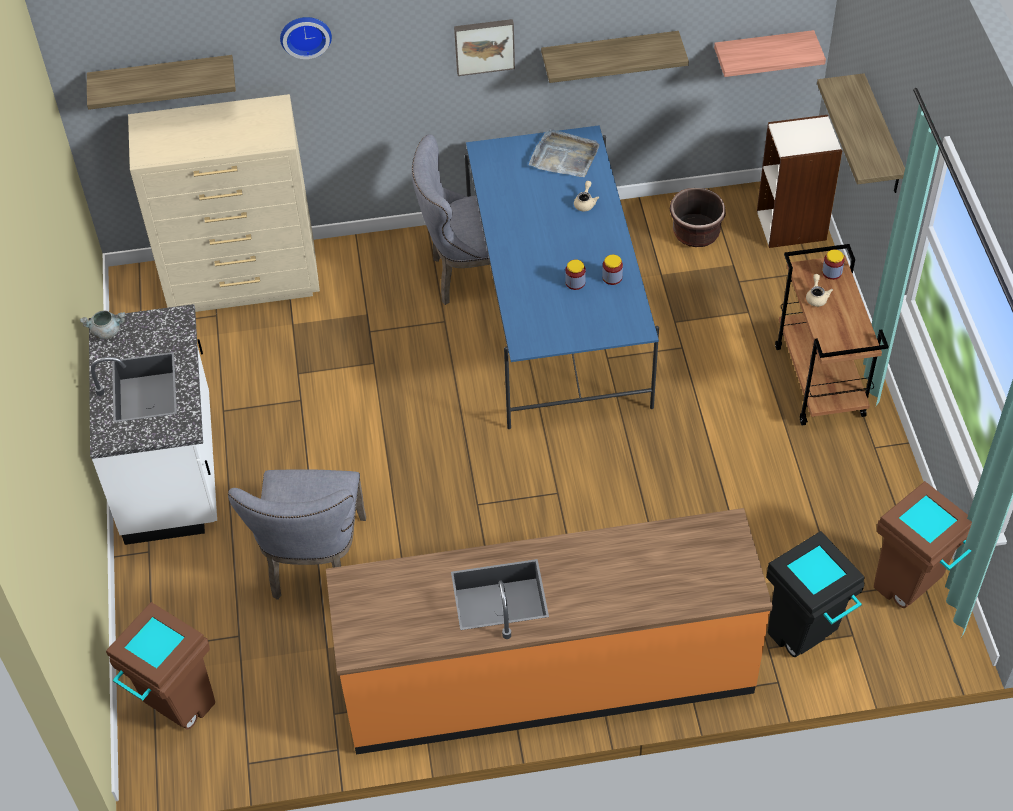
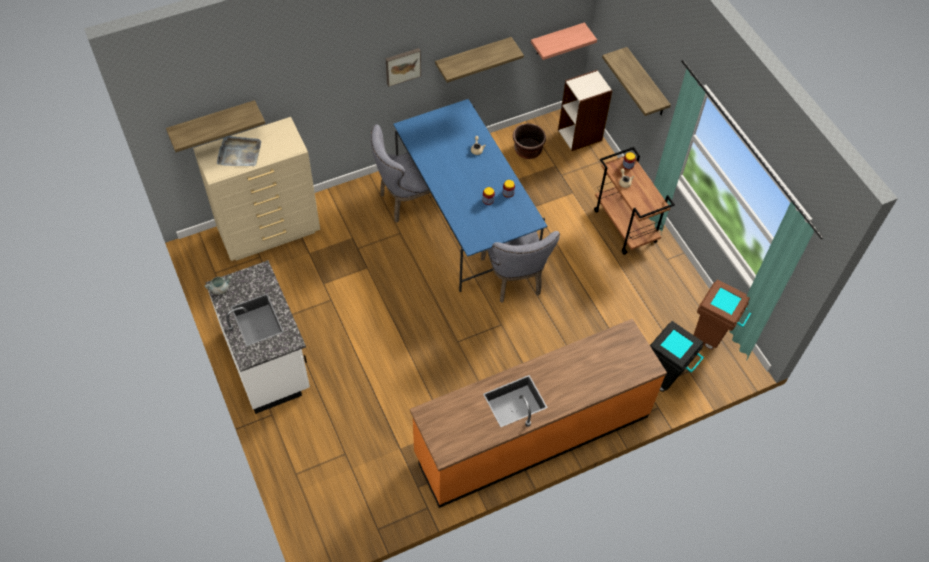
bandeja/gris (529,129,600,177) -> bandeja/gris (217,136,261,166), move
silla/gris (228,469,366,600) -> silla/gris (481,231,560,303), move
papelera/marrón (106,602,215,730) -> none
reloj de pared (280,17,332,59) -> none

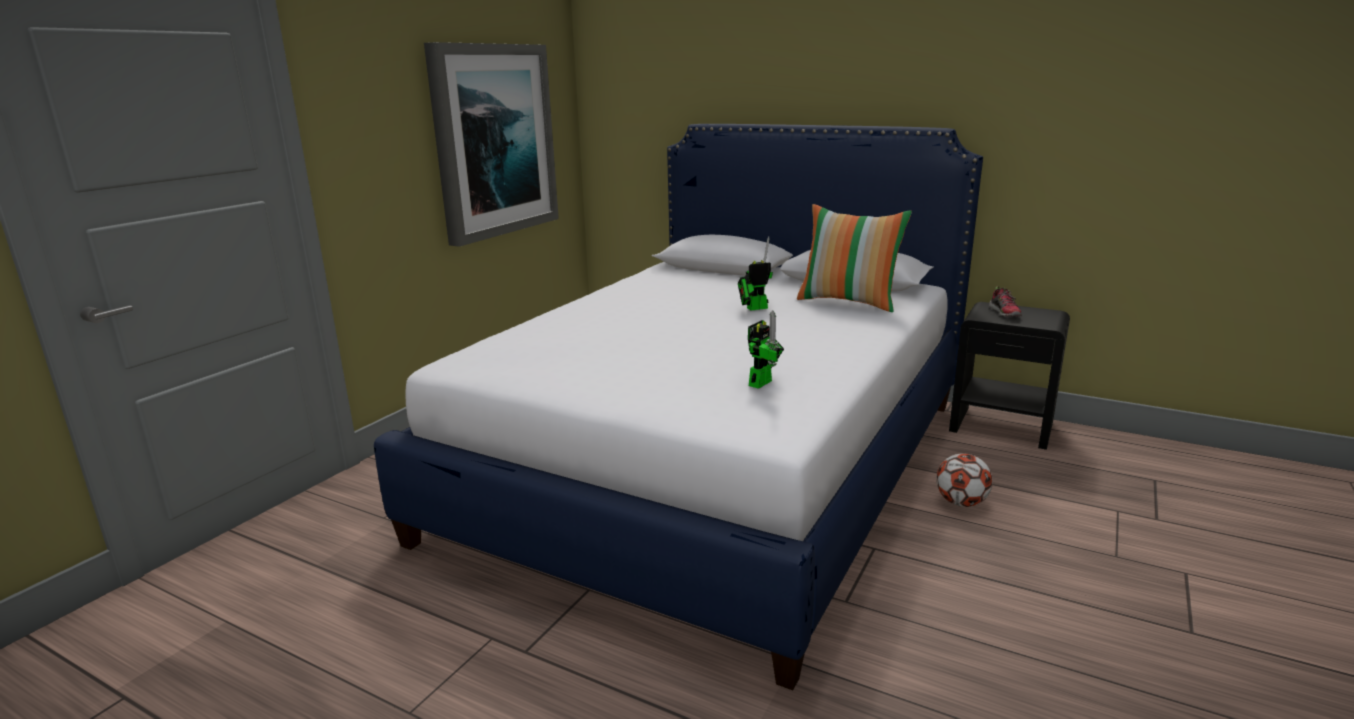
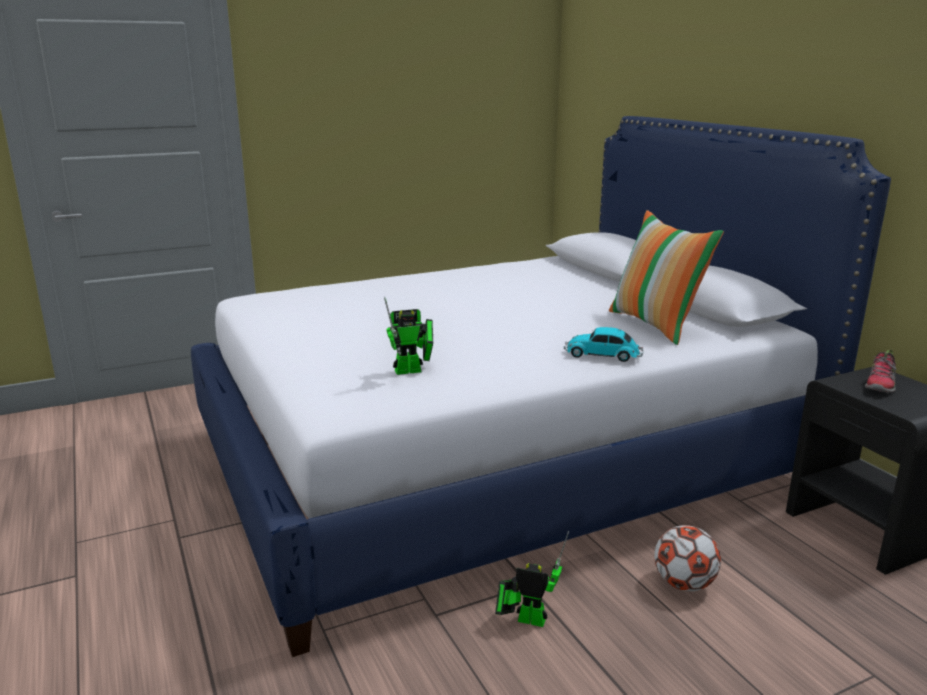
robot de juguete (738,236,773,311) -> robot de juguete (495,531,569,627), move
none -> coche de juguete (564,327,643,362)
cuadro (424,42,559,247) -> none

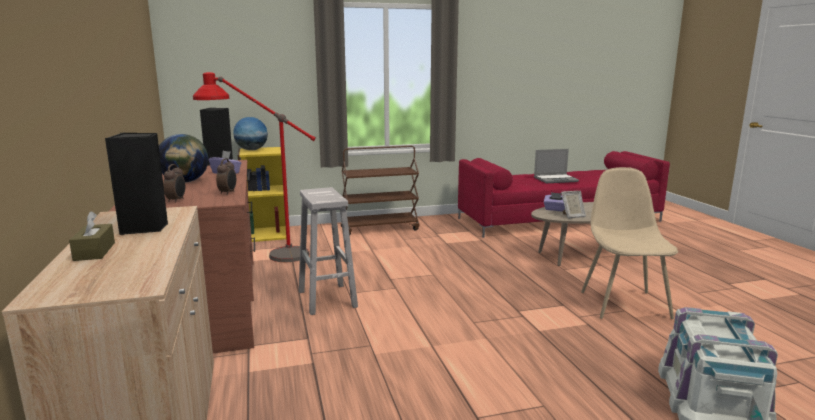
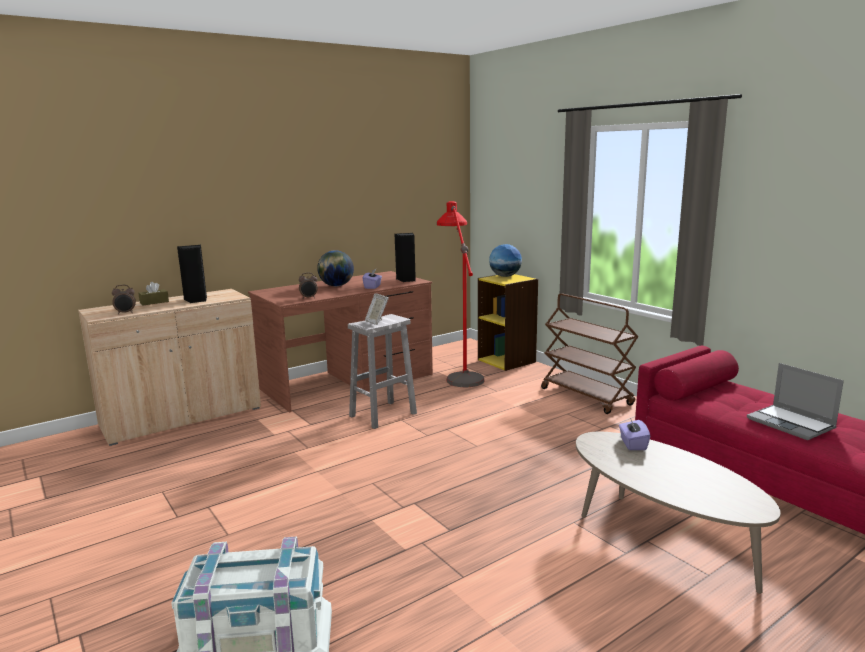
despertador (163,164,185,203) -> despertador (112,285,136,314), move
portarretratos (561,191,586,218) -> portarretratos (365,293,388,325), move
silla/beis (581,167,678,319) -> none

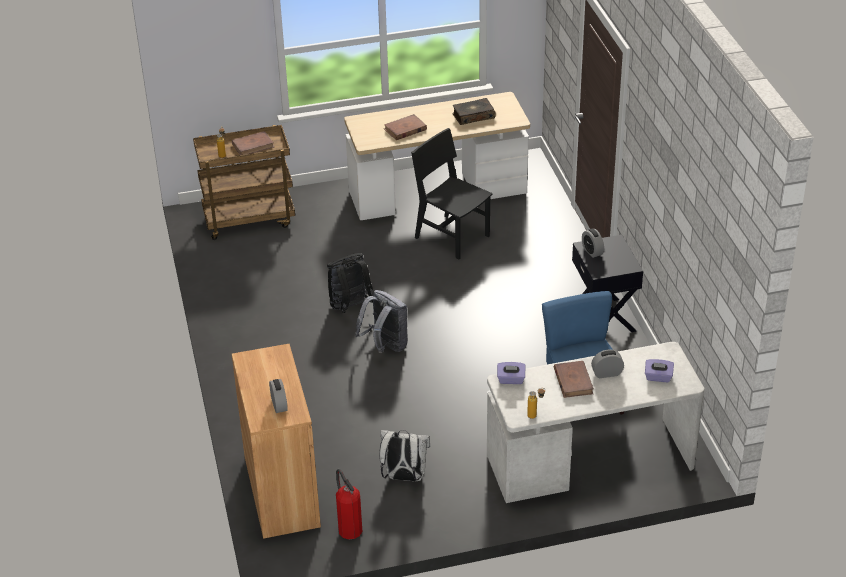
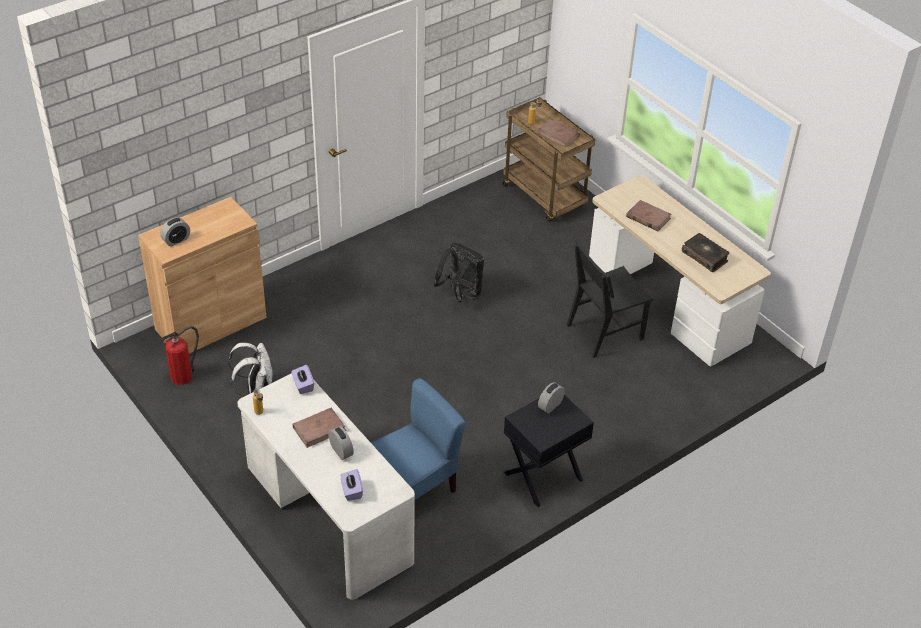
silla/negro (411,128,493,259) -> silla/negro (567,240,653,358), 135 degrees counterclockwise
mochila/gris (355,290,408,353) -> none

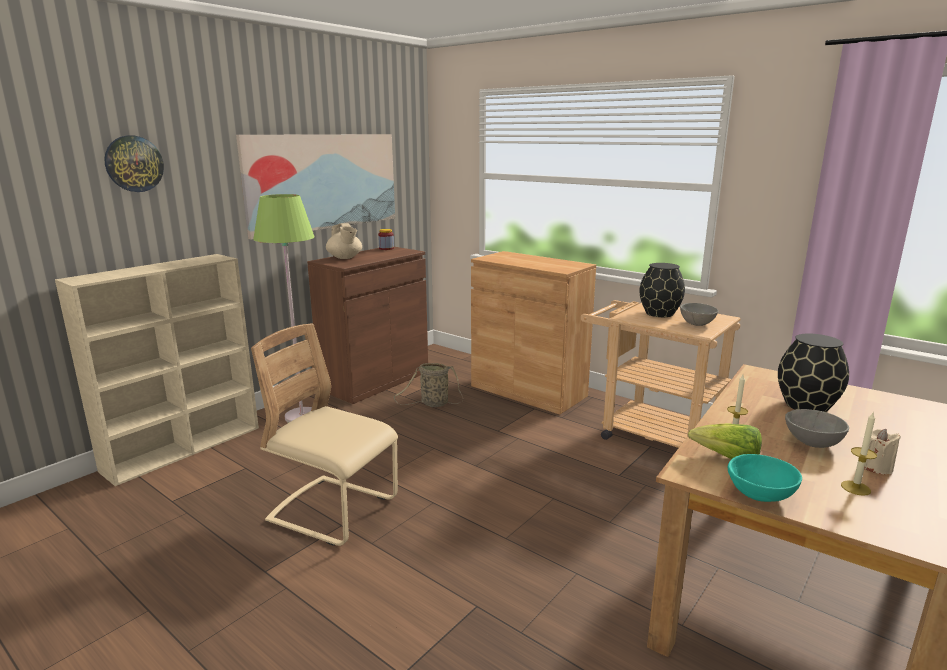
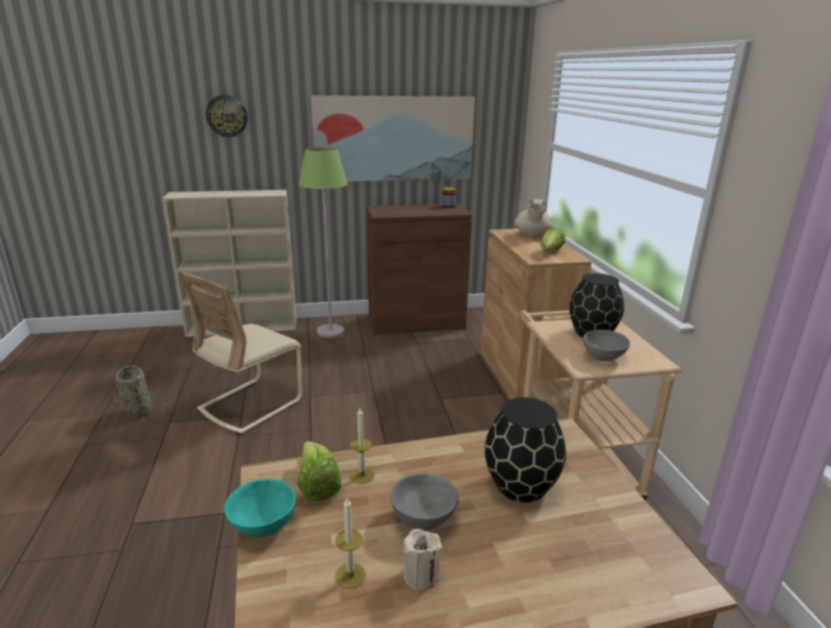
cesta (394,363,463,407) -> cesta (113,365,169,423), move
silla/beis (251,323,398,546) -> silla/beis (182,273,303,435), 120 degrees counterclockwise
tetera/beis (326,223,362,259) -> tetera/beis (515,199,553,237), move
none -> lechuga (541,227,566,251)

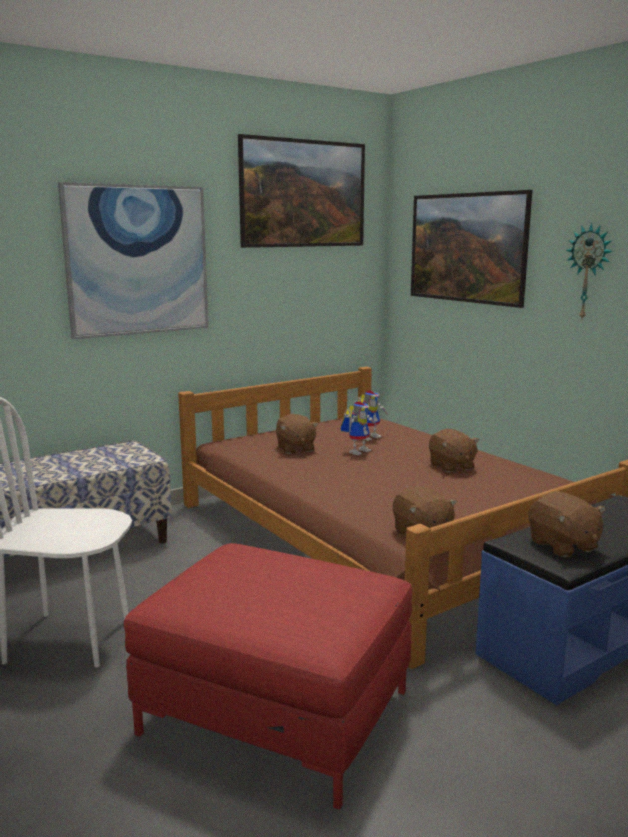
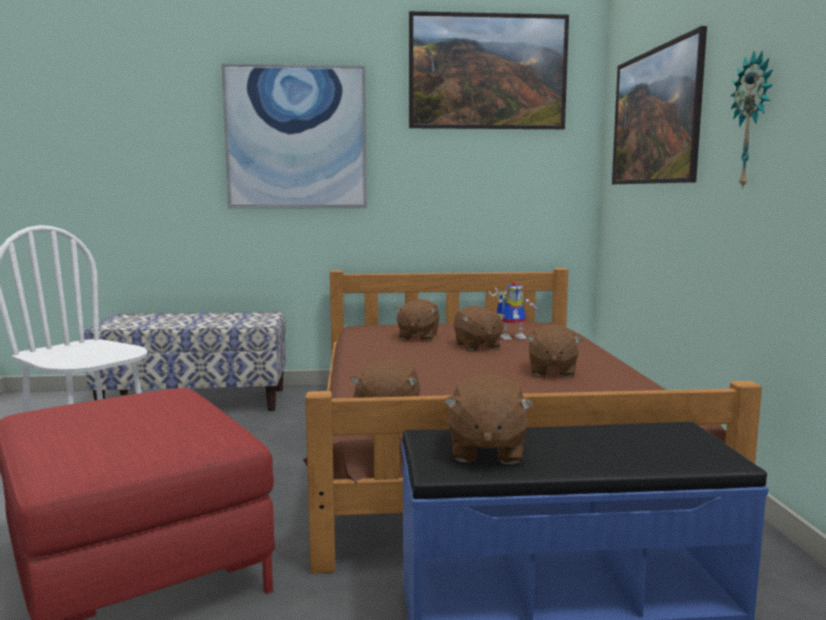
robot de juguete (341,401,376,455) -> peluche/marrón (454,306,505,351)

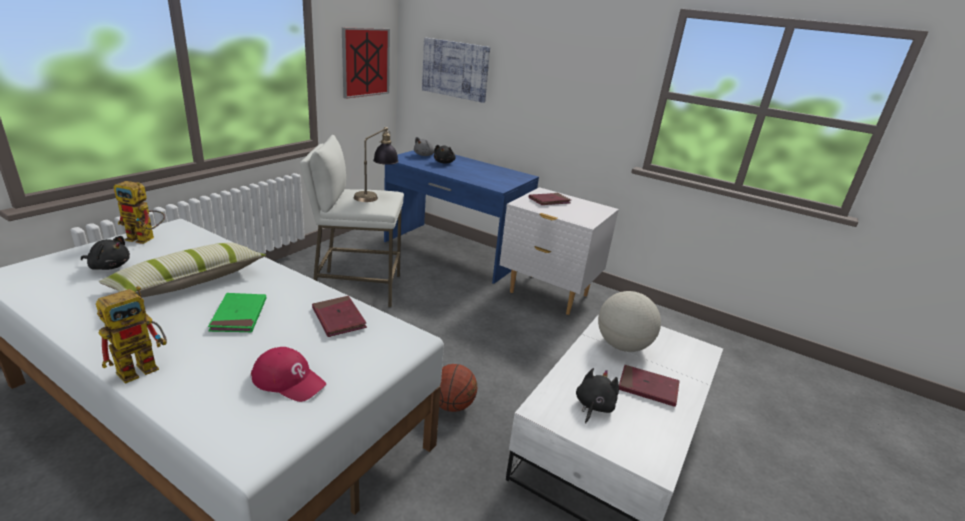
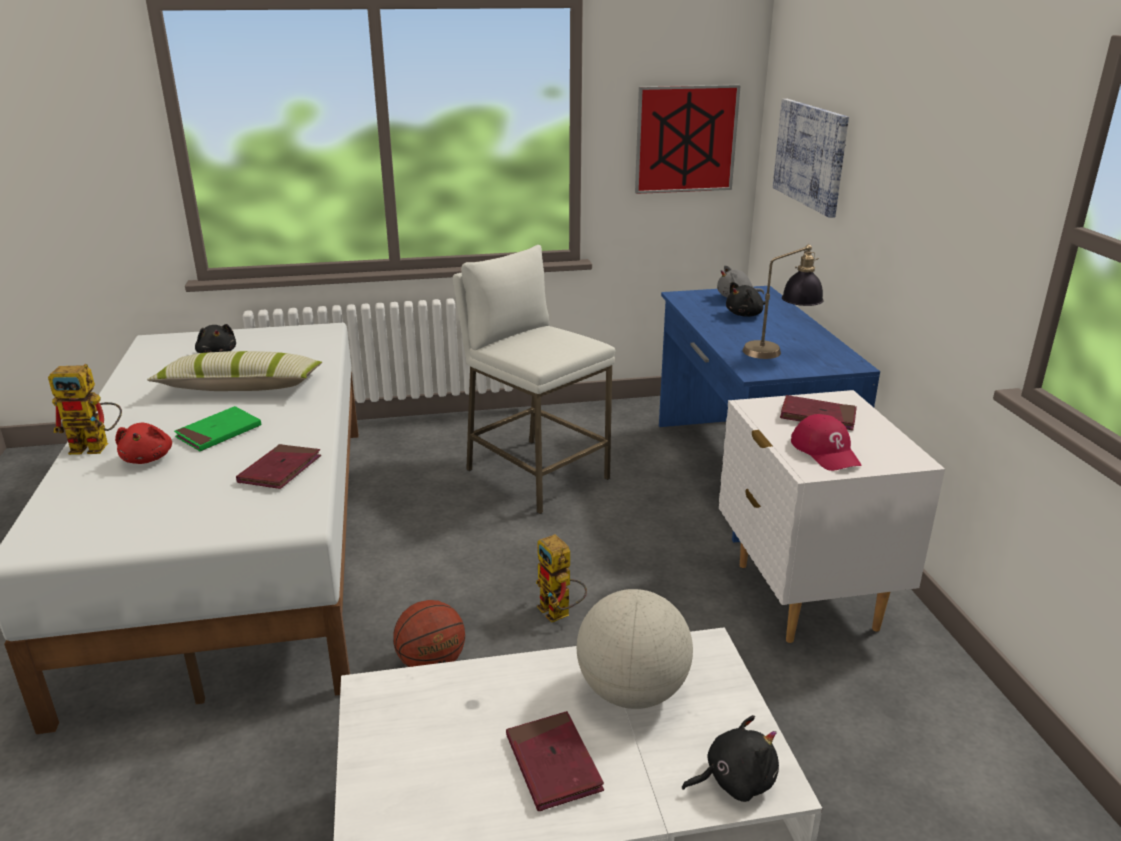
none -> peluche/rojo (115,423,172,464)
robot de juguete (114,181,165,244) -> robot de juguete (536,534,587,623), move
peluche/negro (576,368,619,424) -> peluche/negro (682,715,779,802), move
lámpara de mesa (354,126,399,202) -> lámpara de mesa (743,244,823,359), move
gorra/rojo (251,347,326,402) -> gorra/rojo (791,414,862,471), move

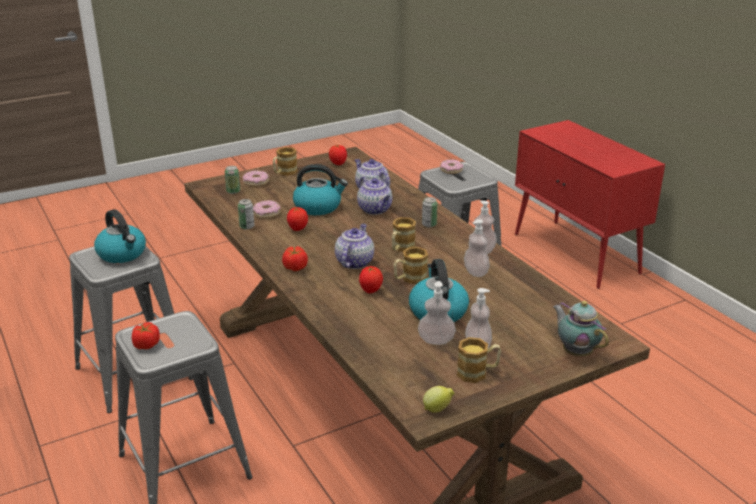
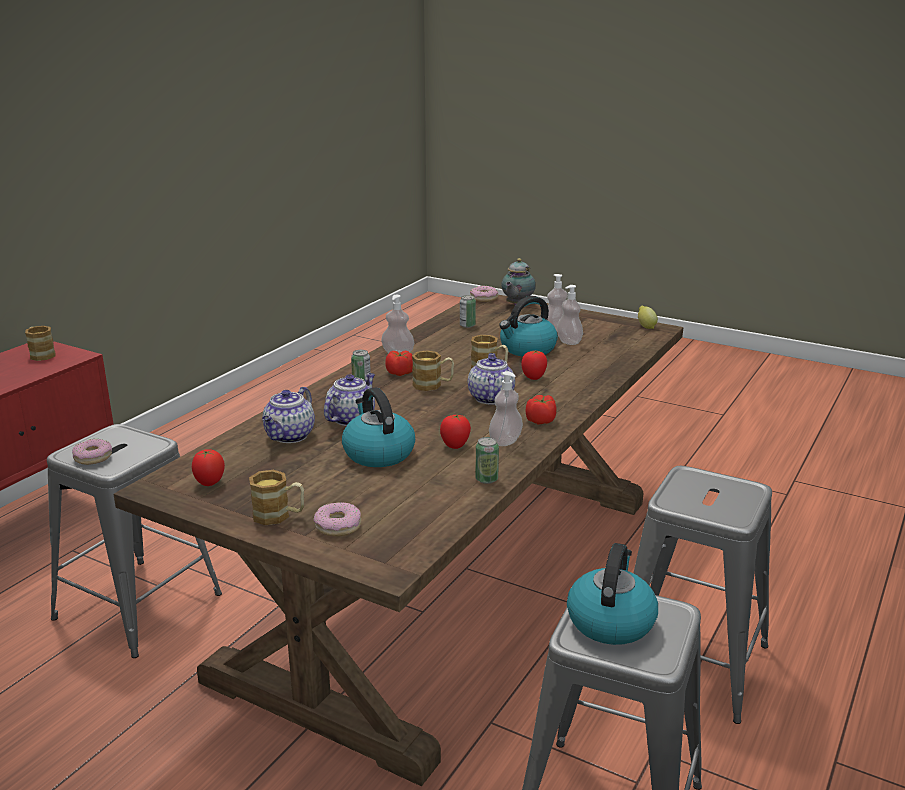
taza grande (457,337,501,383) -> taza grande (25,326,56,361), move
tomate (132,322,160,349) -> tomate (385,351,413,376), move
lata (225,166,240,194) -> lata (460,295,476,328), move
tetera (335,224,374,269) -> tetera (468,353,515,404), 105 degrees clockwise
rosquilla (253,200,281,219) -> rosquilla (470,286,498,302), move
dispensador de jabón (464,219,490,277) -> dispensador de jabón (489,371,523,446), move

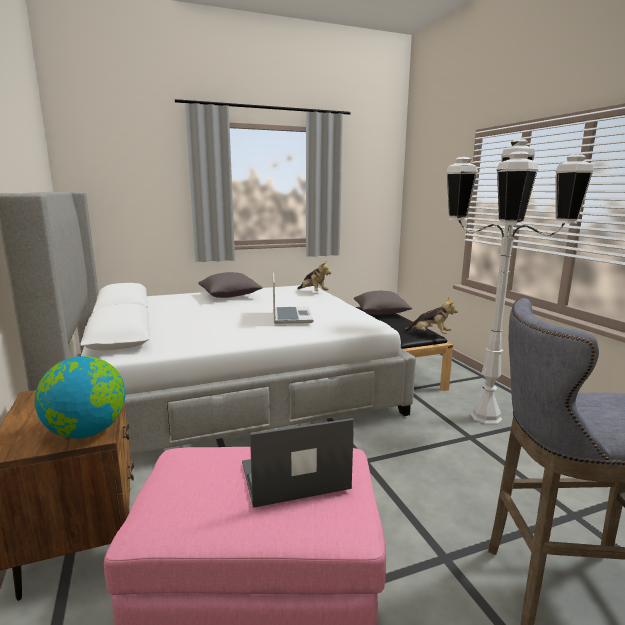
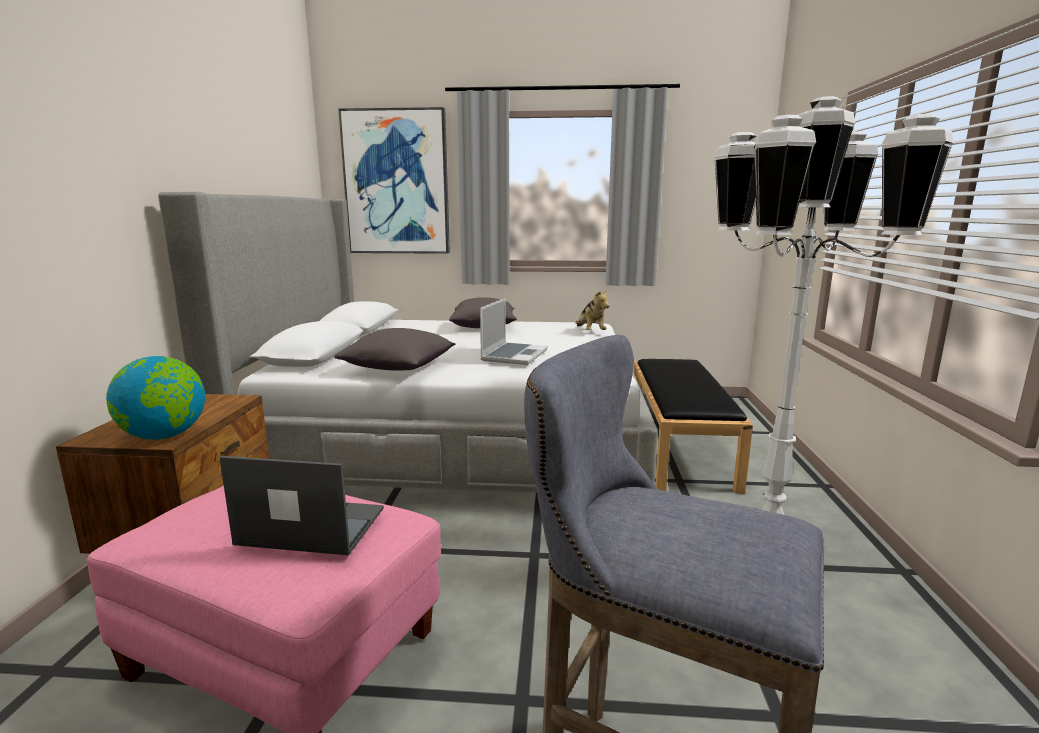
cojín/gris (354,291,413,315) -> cojín/gris (334,328,455,371), move
none -> cuadro (338,107,450,254)
peluche (403,297,458,334) -> none

